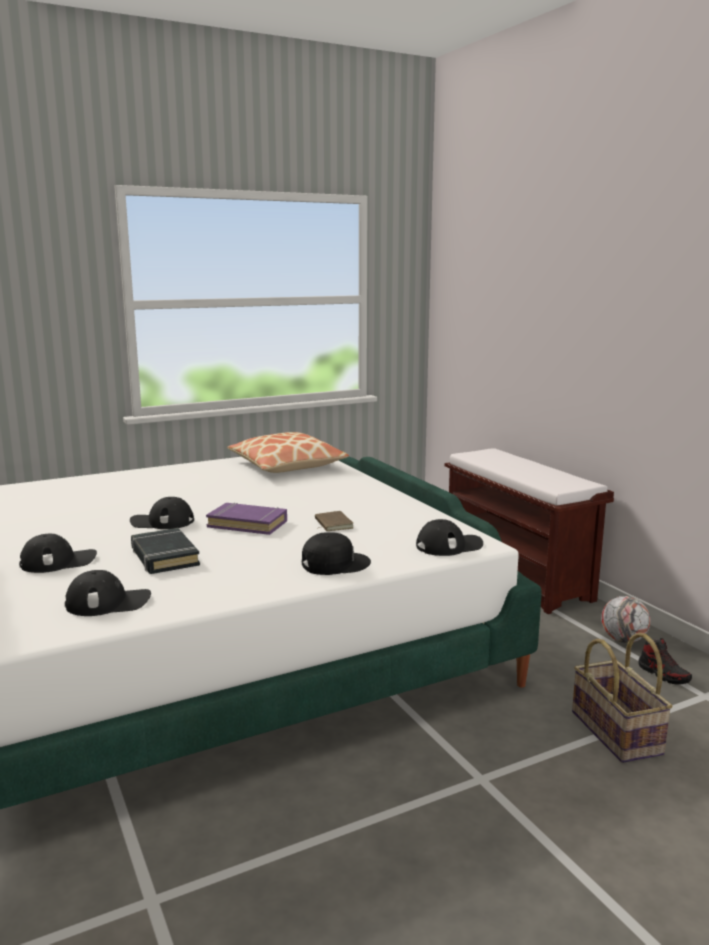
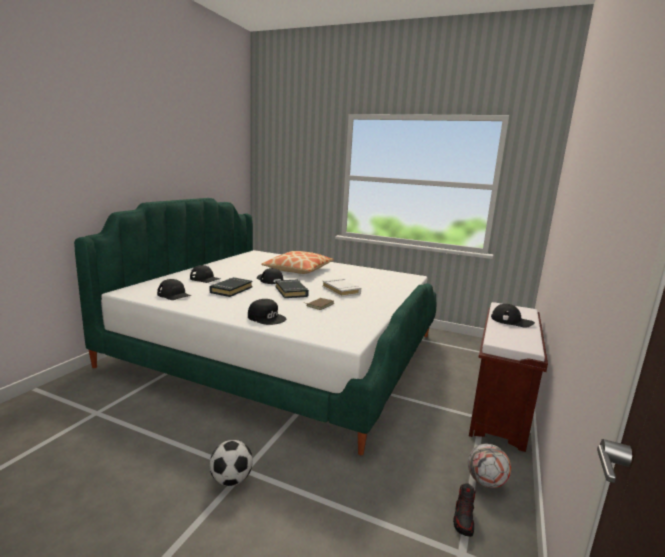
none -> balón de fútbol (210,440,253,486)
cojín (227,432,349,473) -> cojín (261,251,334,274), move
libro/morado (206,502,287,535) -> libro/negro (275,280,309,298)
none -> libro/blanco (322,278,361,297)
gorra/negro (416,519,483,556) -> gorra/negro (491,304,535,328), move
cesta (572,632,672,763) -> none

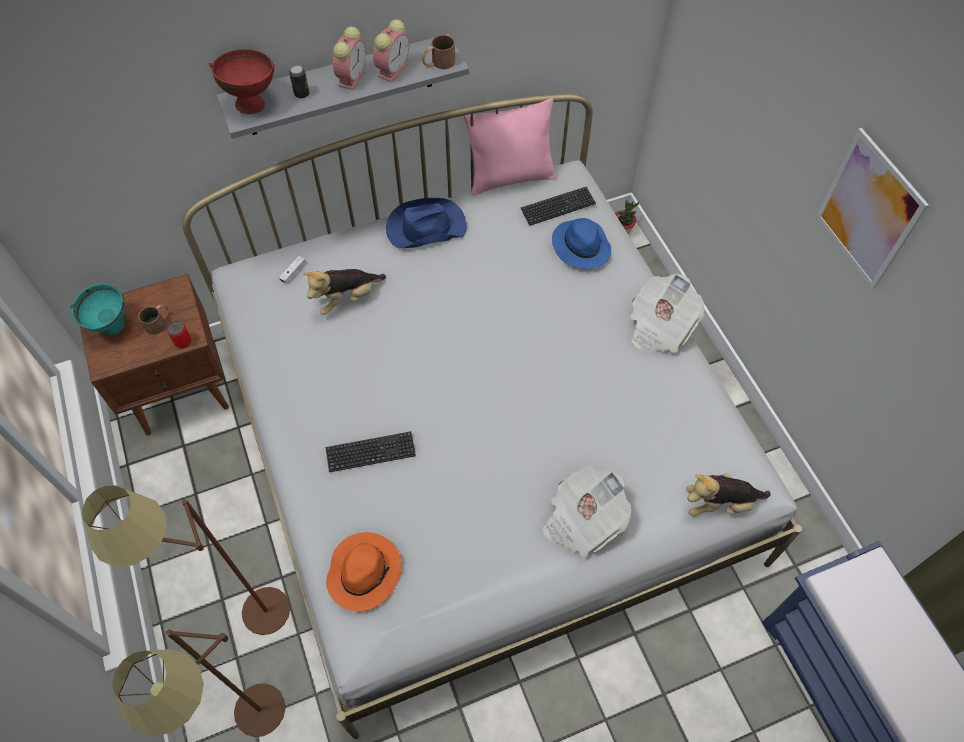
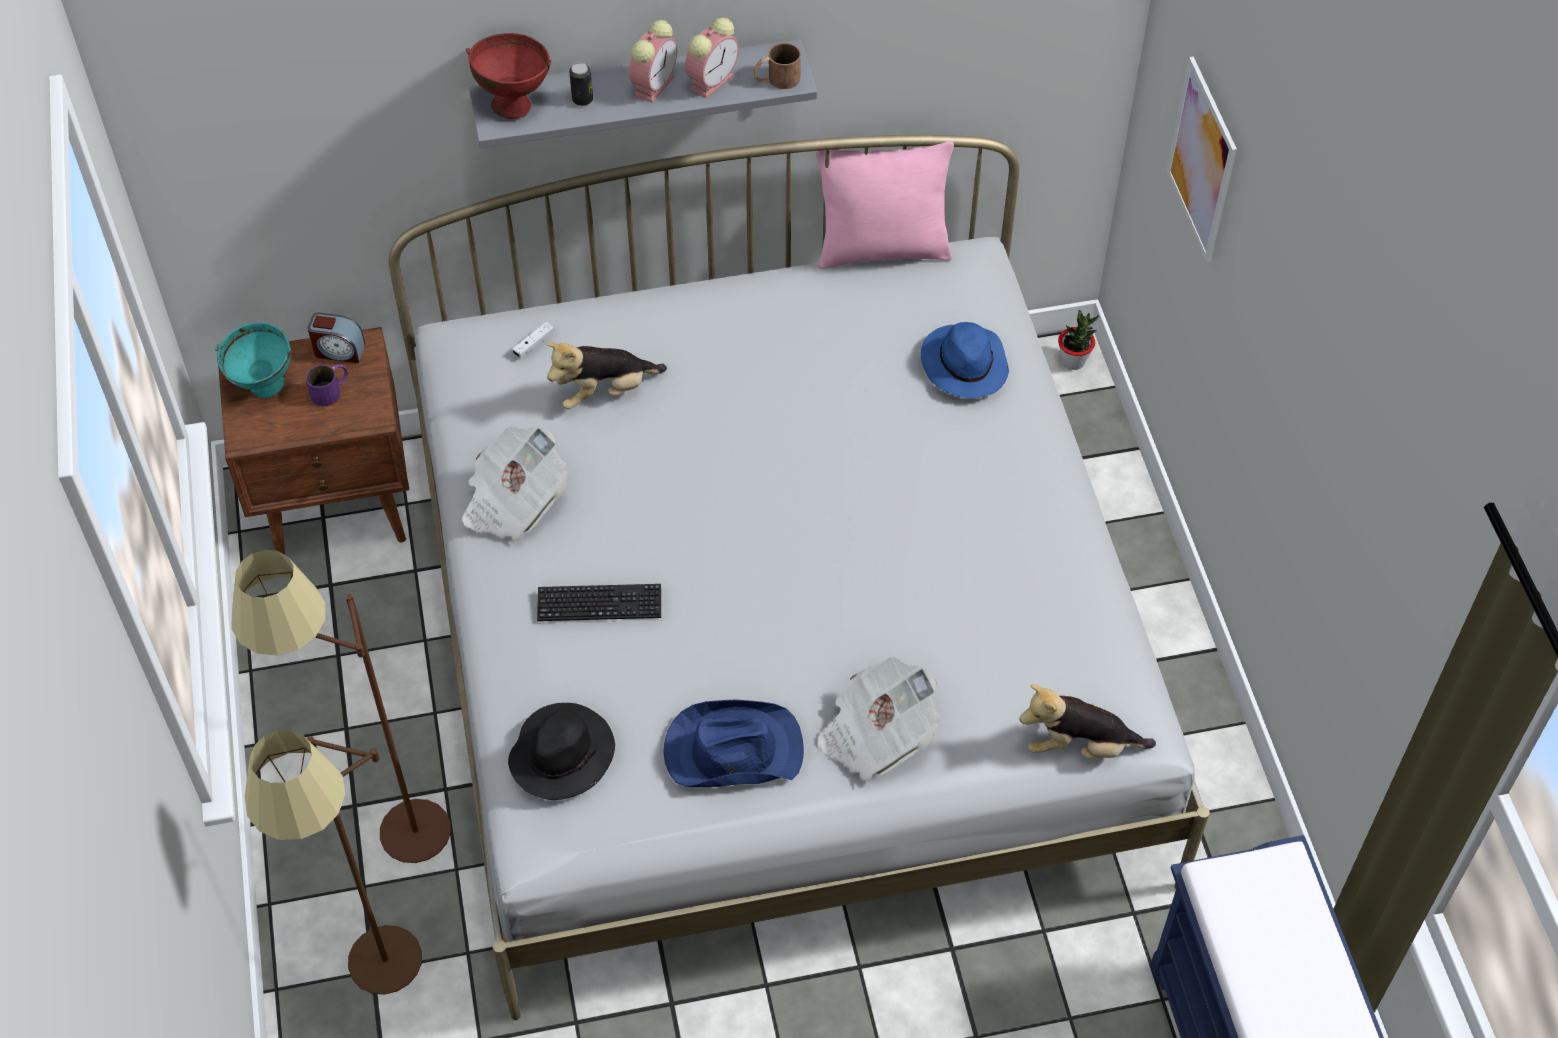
taza grande/marrón (138,304,169,335) -> taza grande/morado (306,364,348,406)
none -> despertador (308,313,365,363)
periódico (630,274,705,353) -> periódico (462,426,568,541), move
sombrero/naranja (326,532,402,611) -> sombrero/negro (508,703,615,800)
sombrero/azul (386,198,467,248) -> sombrero/azul (663,700,804,787), move
cuadro (816,128,929,289) -> cuadro (1167,57,1237,262), move
lata (167,321,191,348) -> none
teclado (521,186,596,226) -> none

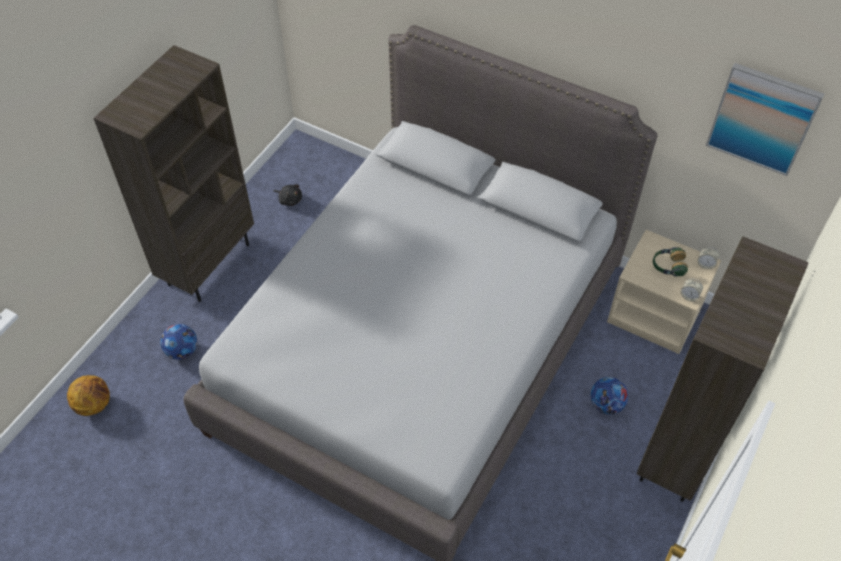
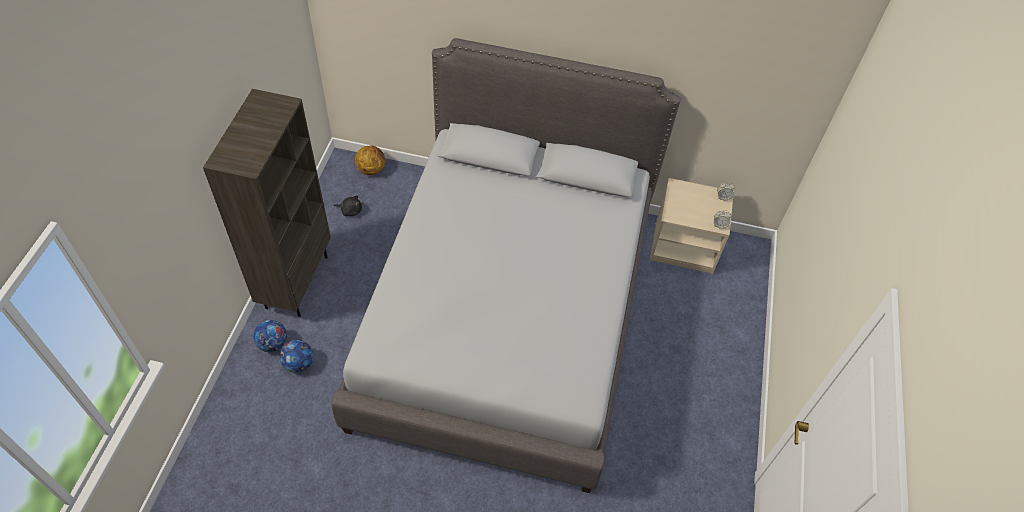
balón de fútbol (591,377,628,414) -> balón de fútbol (253,320,287,352), move
balón de baloncesto (67,375,110,416) -> balón de baloncesto (355,146,385,175), move
estantería/marrón (637,236,809,502) -> none
auriculares (653,247,688,277) -> none
cuadro (706,63,824,176) -> none

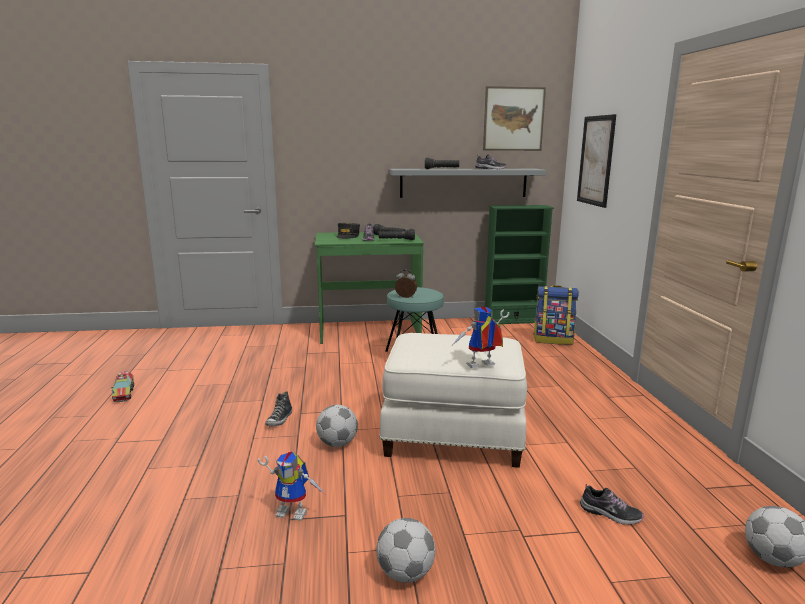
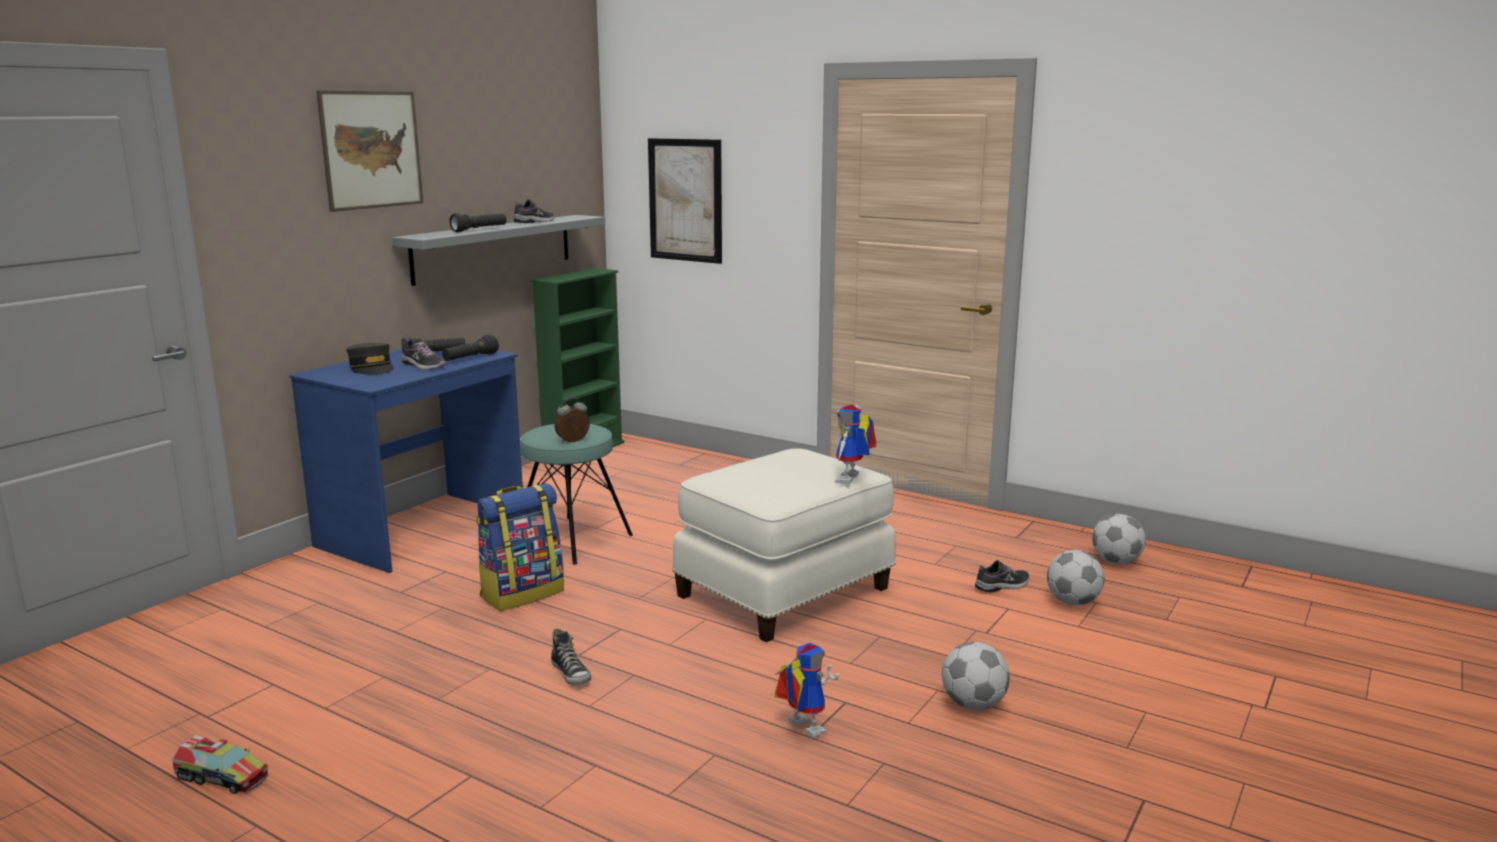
escritorio/verde (315,232,424,344) -> escritorio/azul (289,349,523,573)
cuadro (483,86,546,151) -> cuadro (316,90,423,212), move
mochila (533,285,579,345) -> mochila (476,483,564,611), move
robot de juguete (258,452,325,521) -> robot de juguete (775,643,839,738), 90 degrees counterclockwise
balón de fútbol (316,405,358,447) -> balón de fútbol (1047,550,1104,605), move

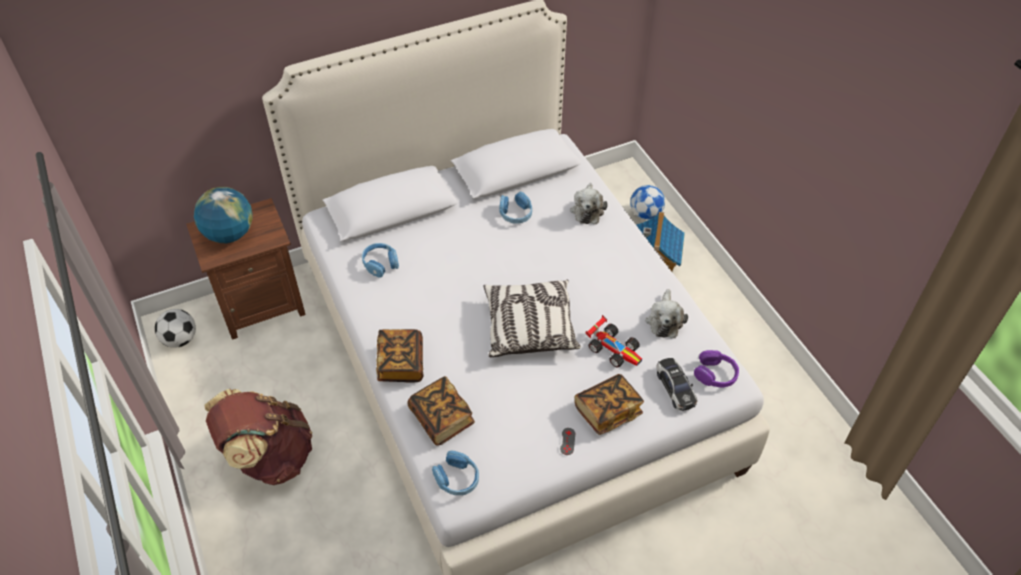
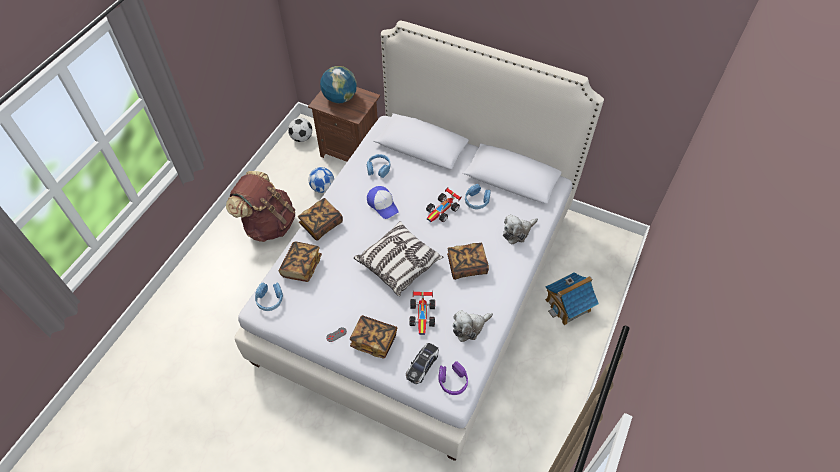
balón de fútbol (630,185,665,220) -> balón de fútbol (308,167,334,193), move
none -> gorra (367,186,398,219)
none -> coche de juguete (426,187,462,222)
none -> libro (447,243,489,280)

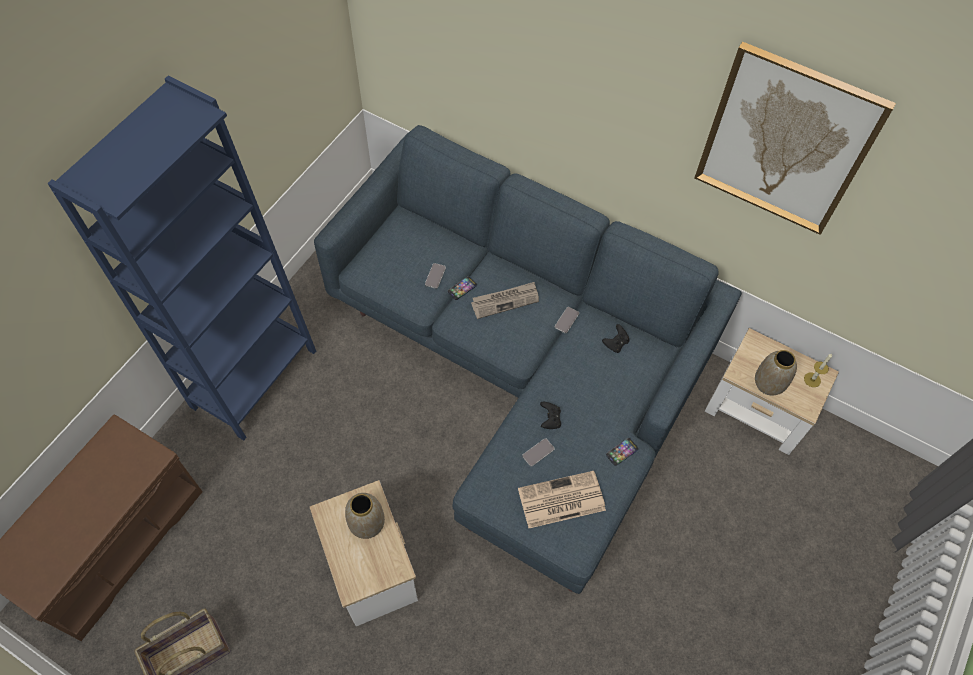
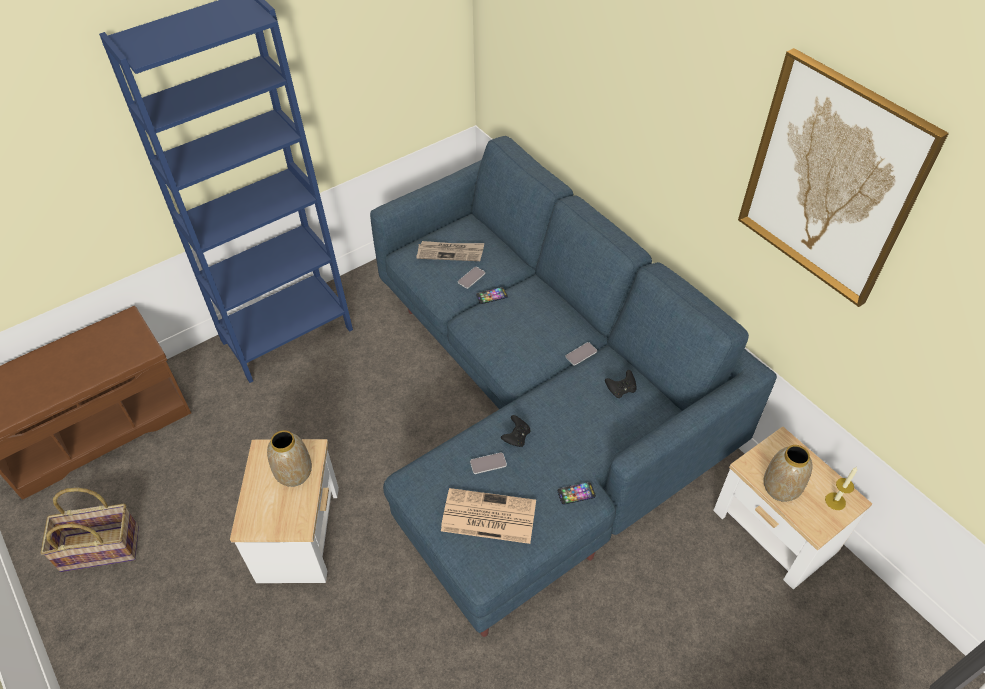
periódico (471,282,539,319) -> periódico (416,241,484,261), move

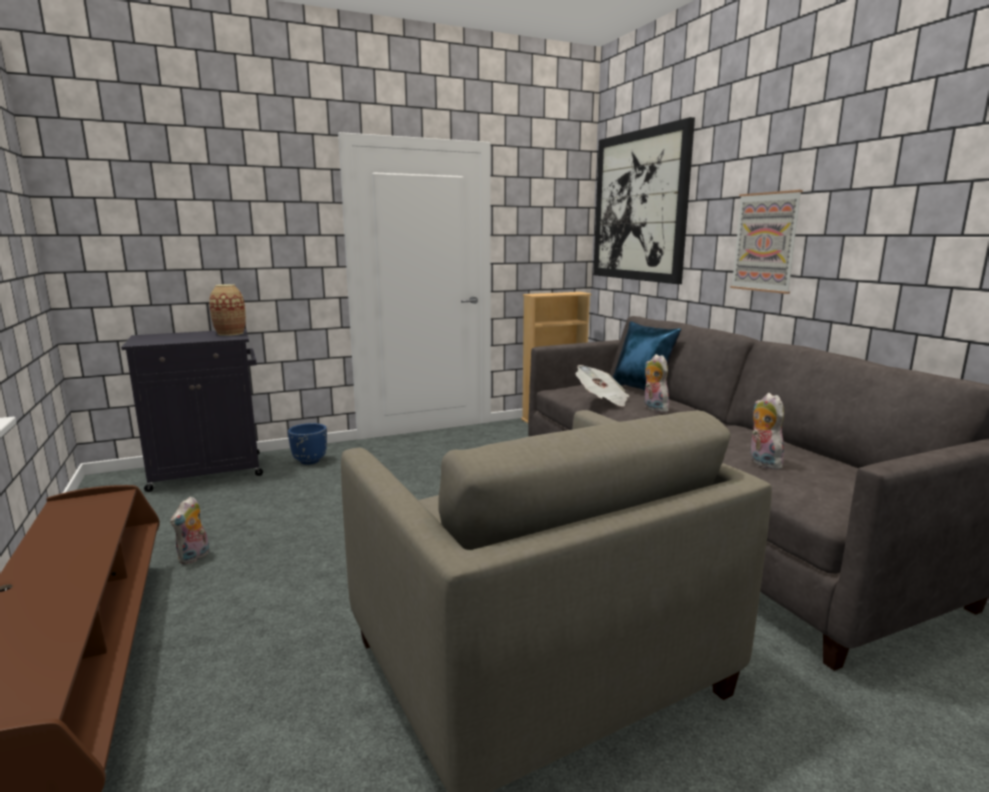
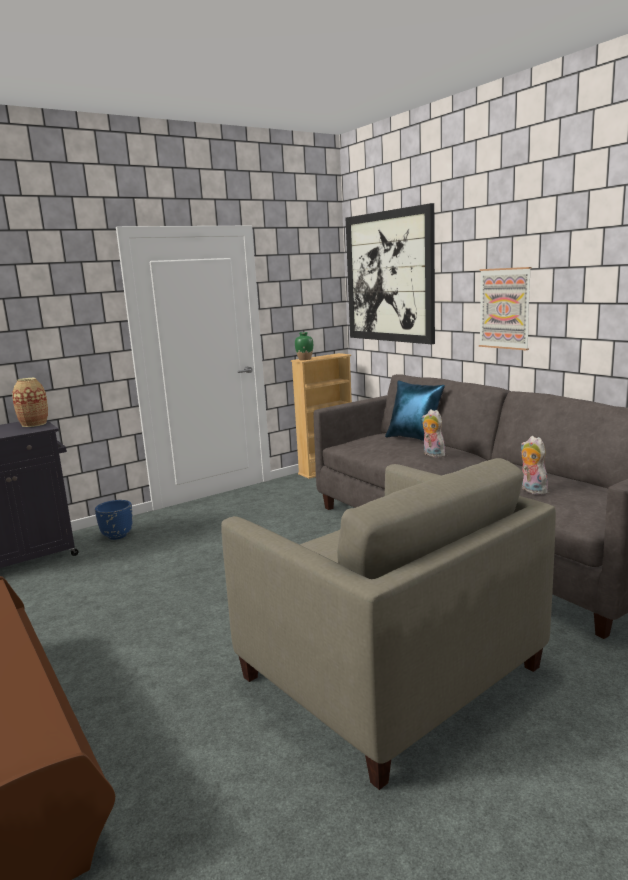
none -> florero/verde (295,332,313,360)
peluche (170,496,209,564) -> none
periódico (575,365,629,407) -> none

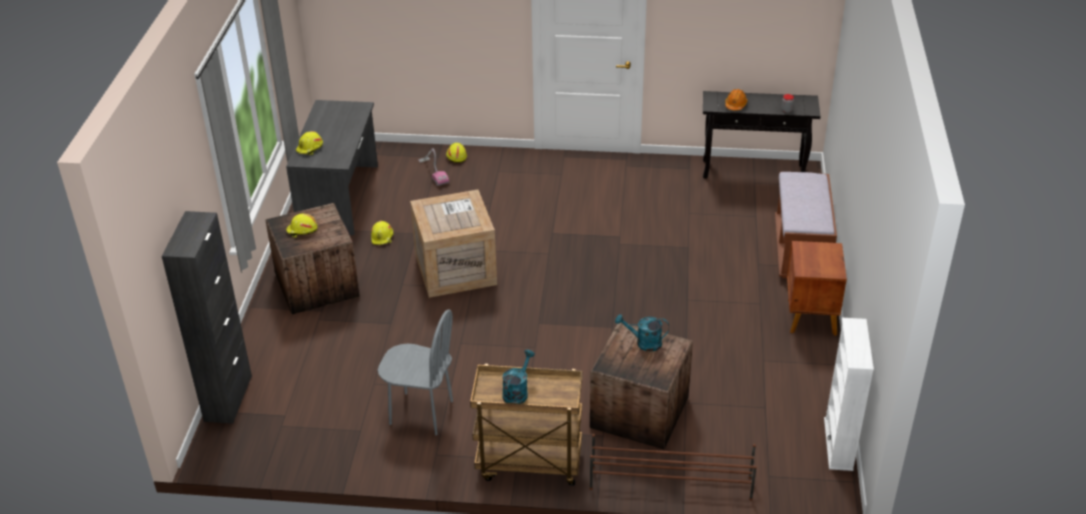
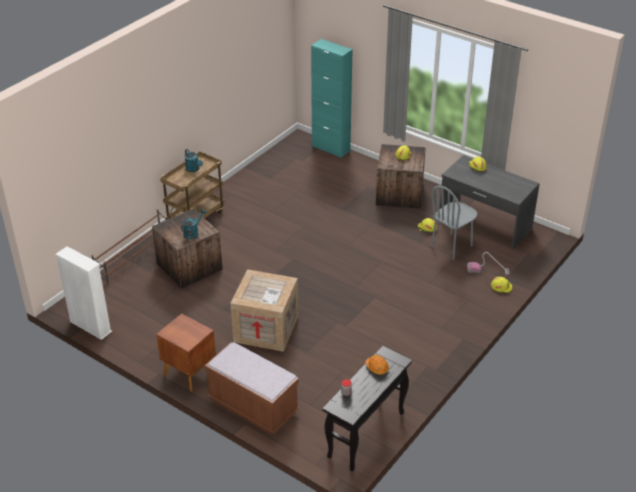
caja de embalaje (410,190,497,298) -> caja de embalaje (230,269,298,352), move
armario/negro (162,211,252,424) -> armario/turquesa (311,39,353,158)
silla/gris (378,309,453,435) -> silla/gris (431,186,477,260), move

